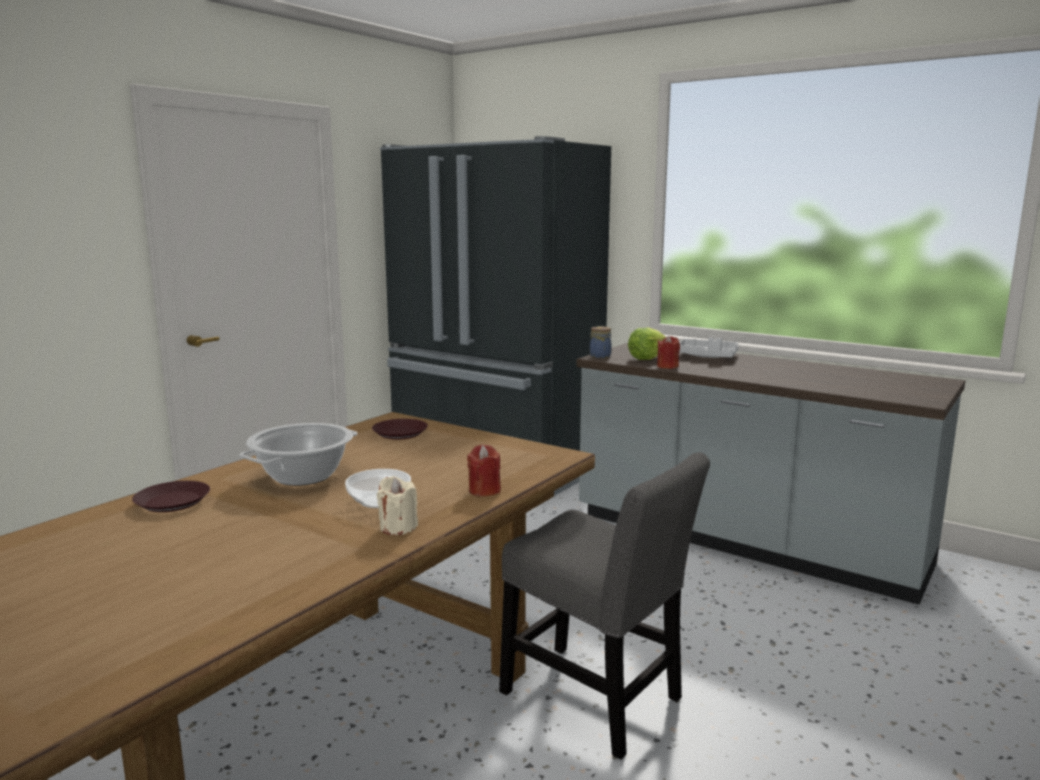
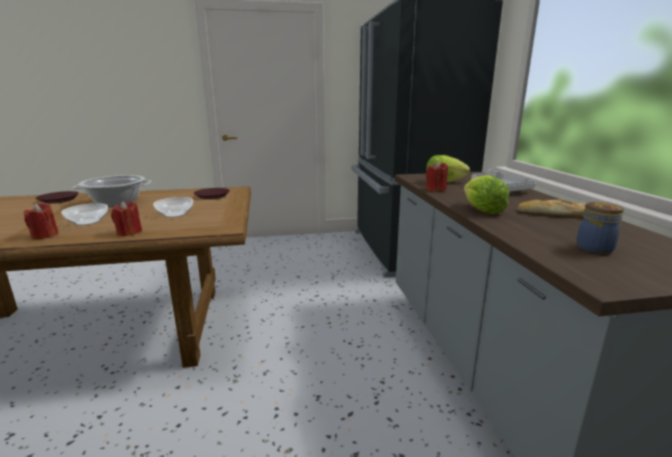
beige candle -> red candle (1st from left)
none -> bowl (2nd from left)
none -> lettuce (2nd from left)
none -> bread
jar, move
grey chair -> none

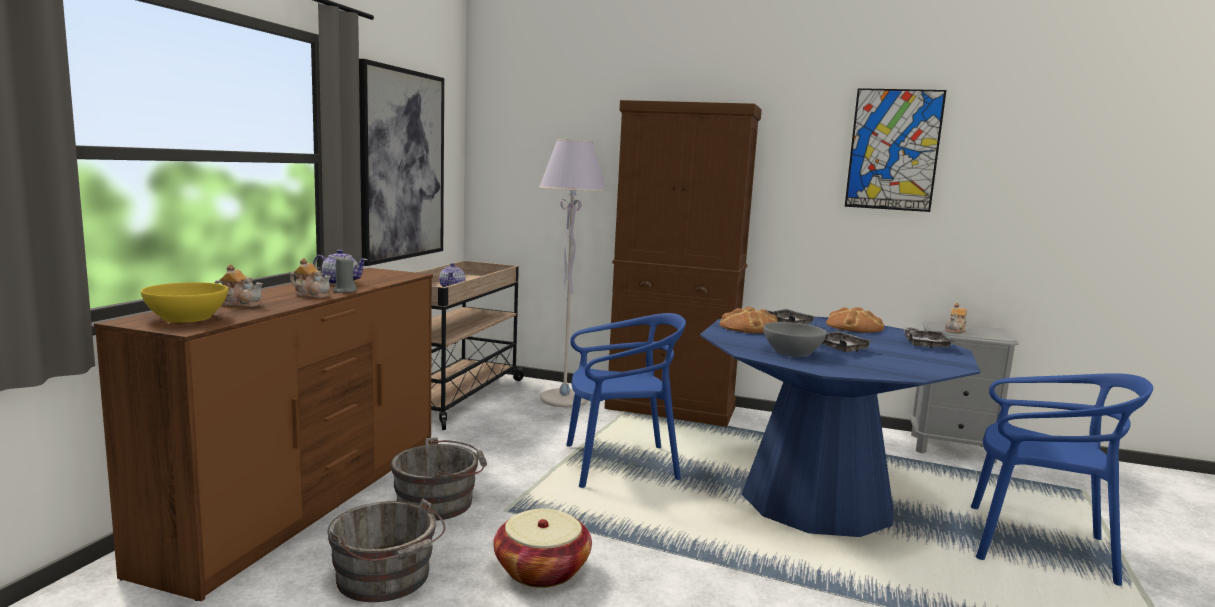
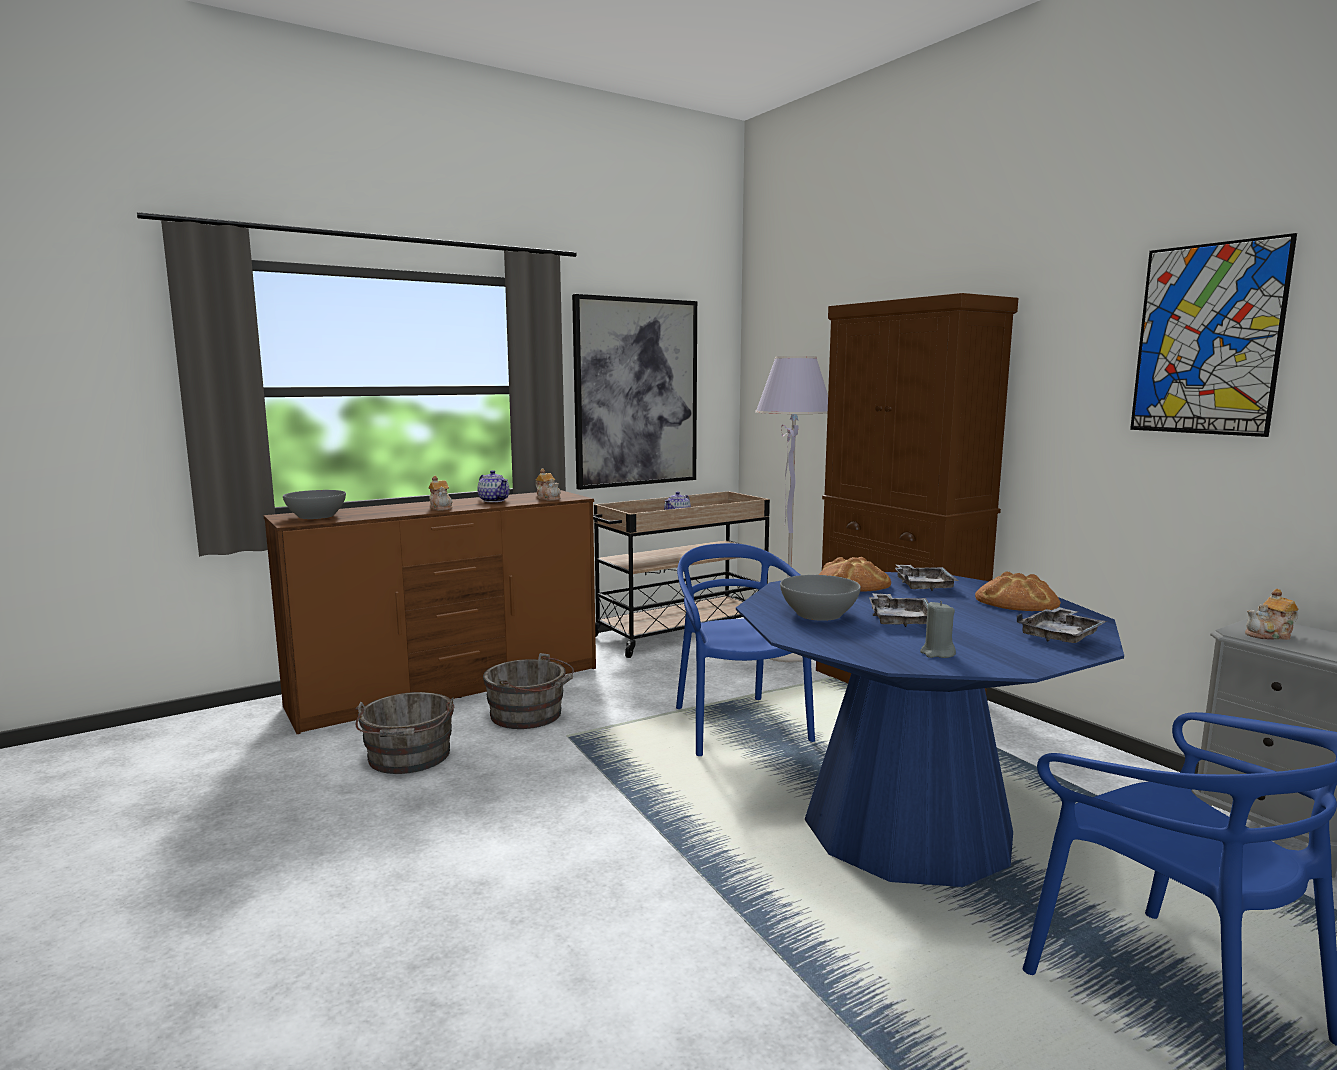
yellow bowl -> grey bowl (1st from left)
teapot (1st from left in the first image) -> teapot (3rd from left), move
blue chair (1st from left), 135 degrees counterclockwise
grey candle, move
basket -> none

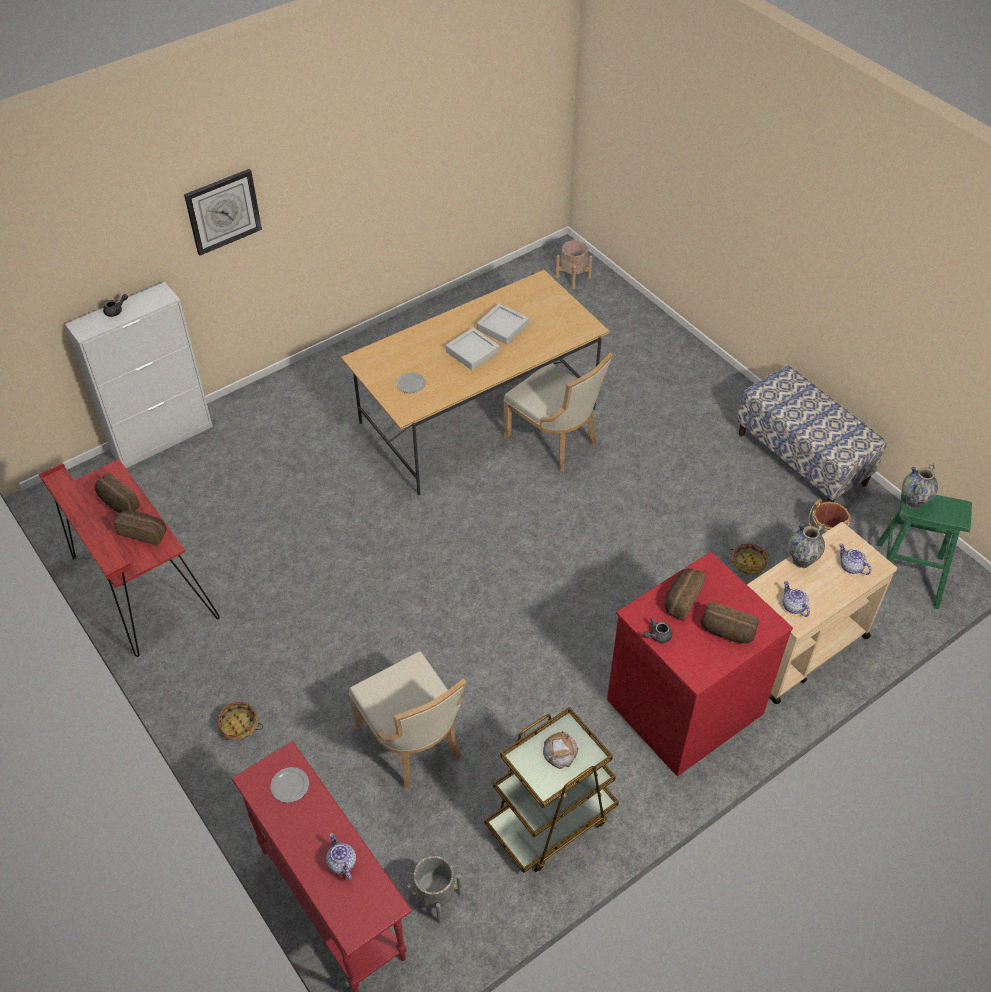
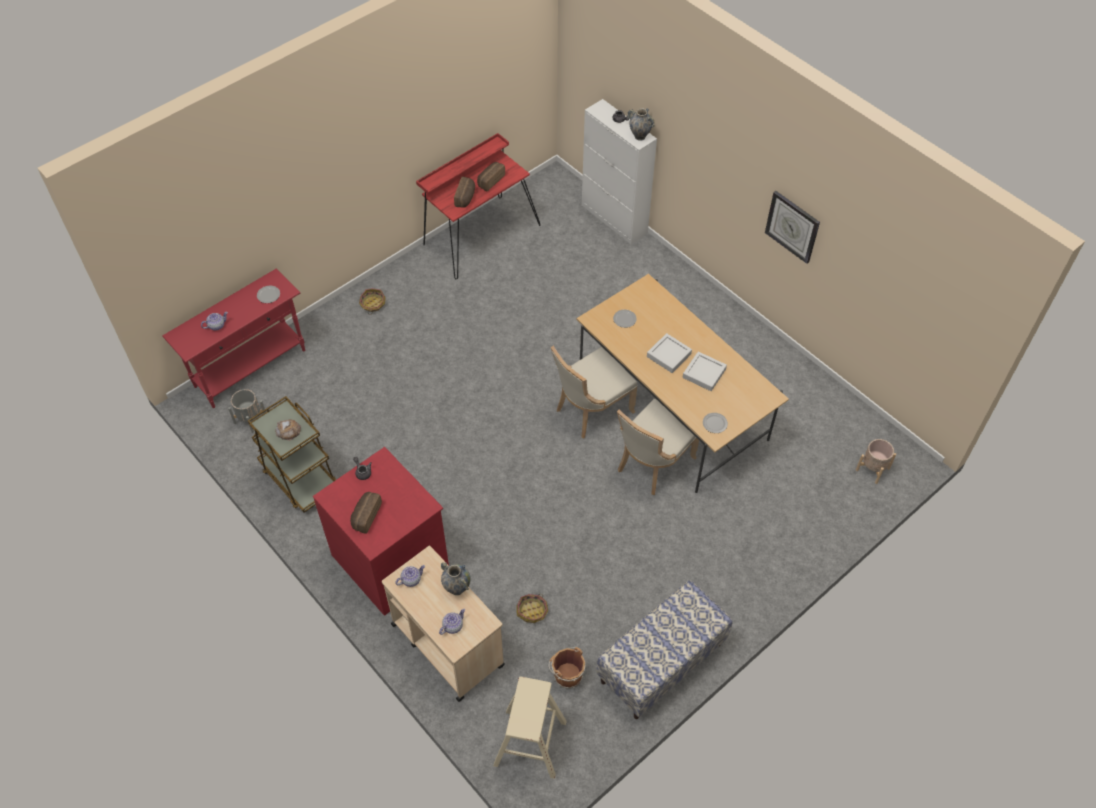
green stool -> beige stool
beige chair (1st from left), move
vase (2nd from left), move
none -> plate (3rd from left)
wall clock, move
bread (4th from left) -> none

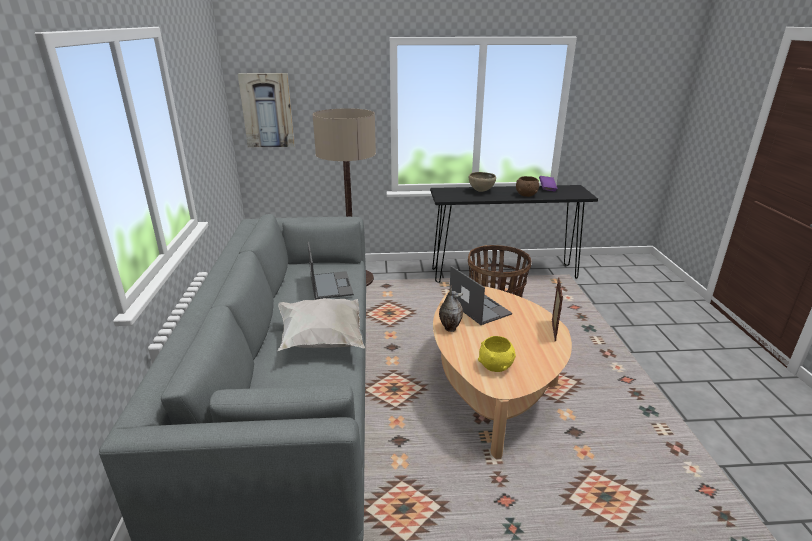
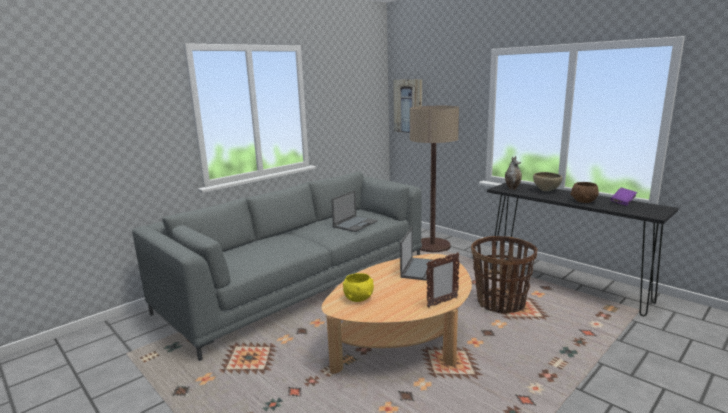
vase, move
white pillow -> none

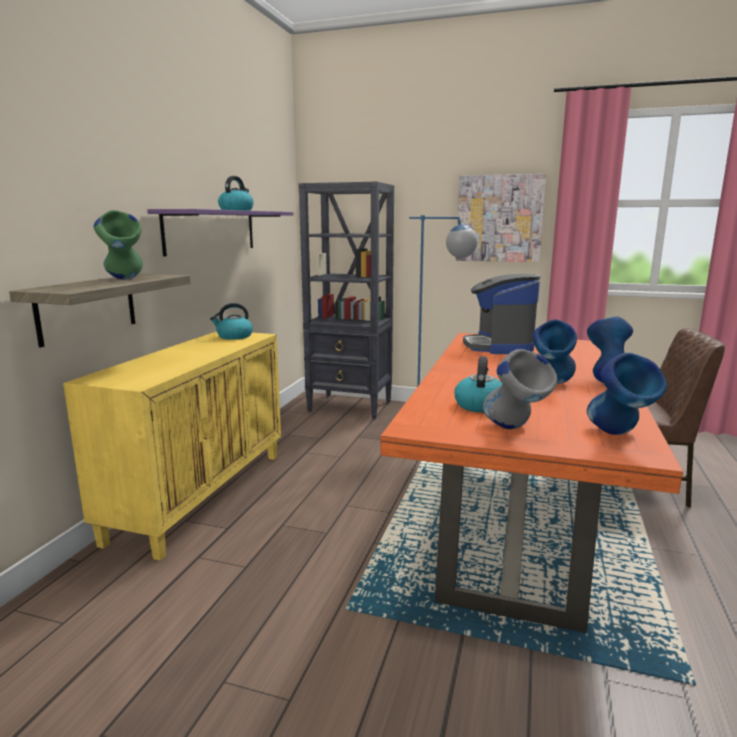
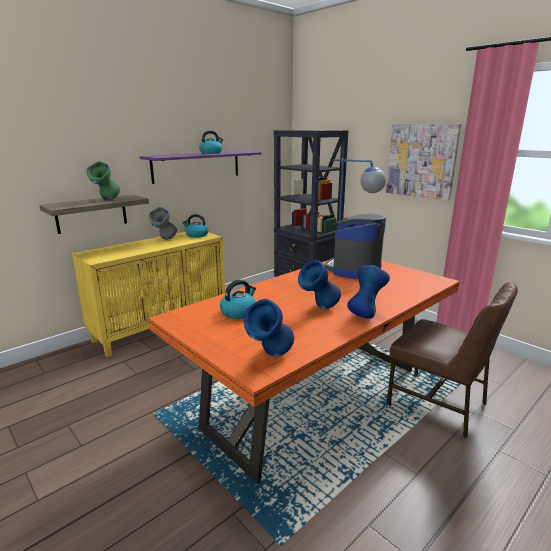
grey vase, move

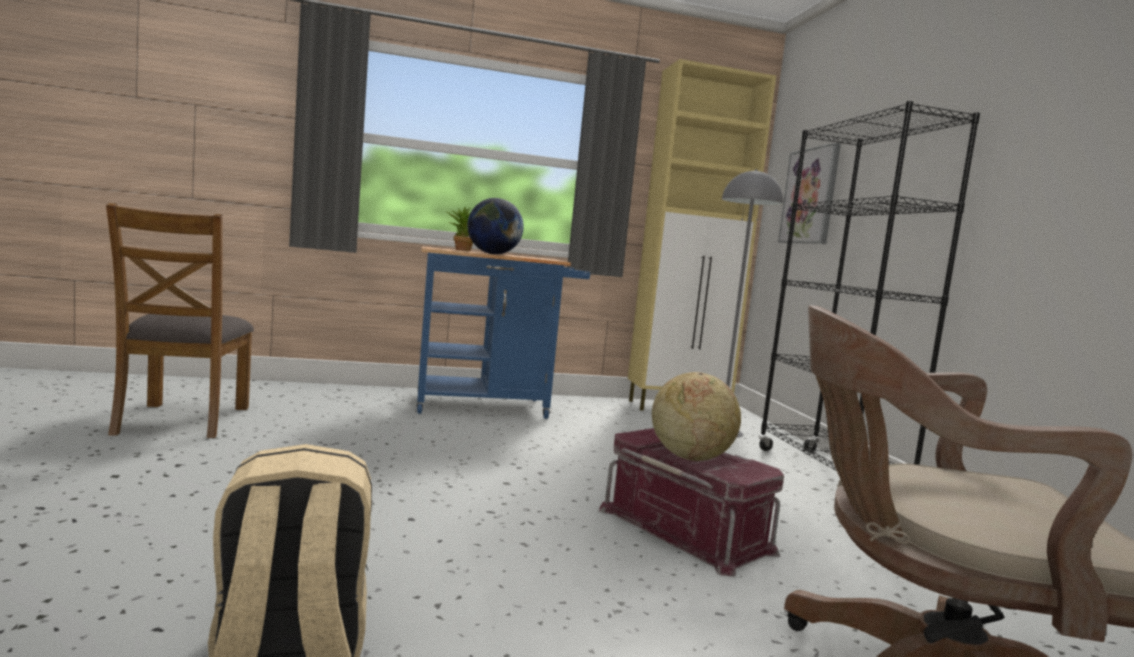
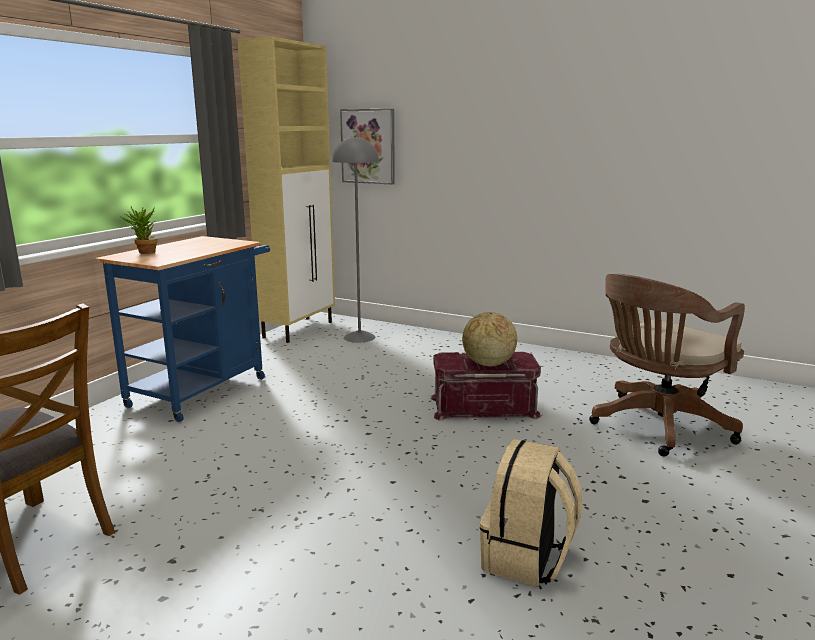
globe (1st from left) -> none
black bookcase -> none

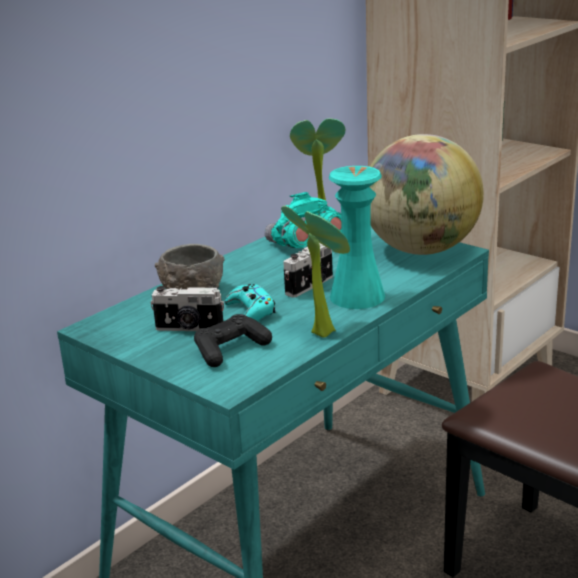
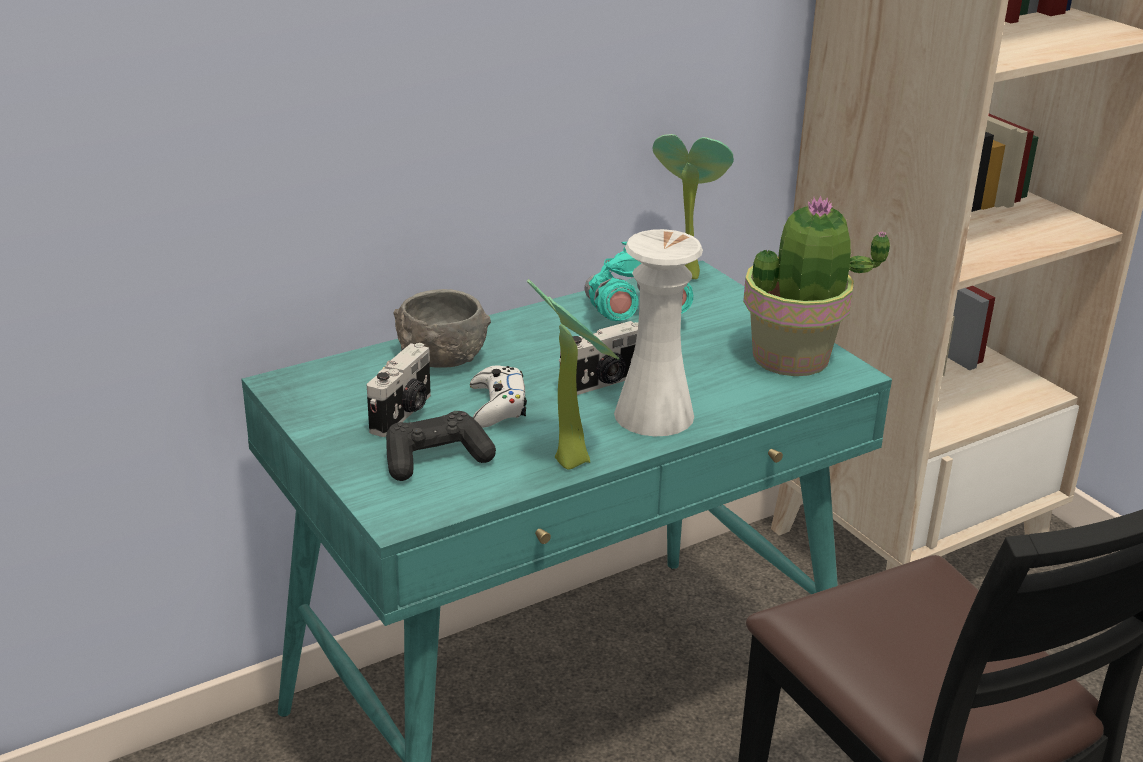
photo camera (1st from left), 90 degrees counterclockwise
turquoise game controller -> white game controller
turquoise vase -> white vase
globe -> potted plant (3rd from left)

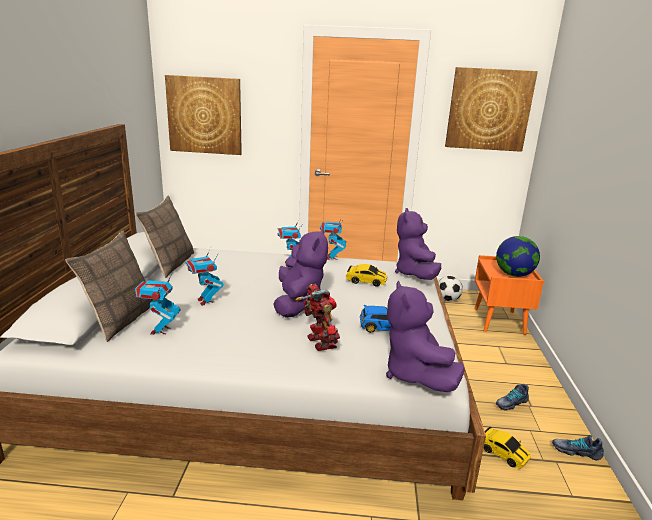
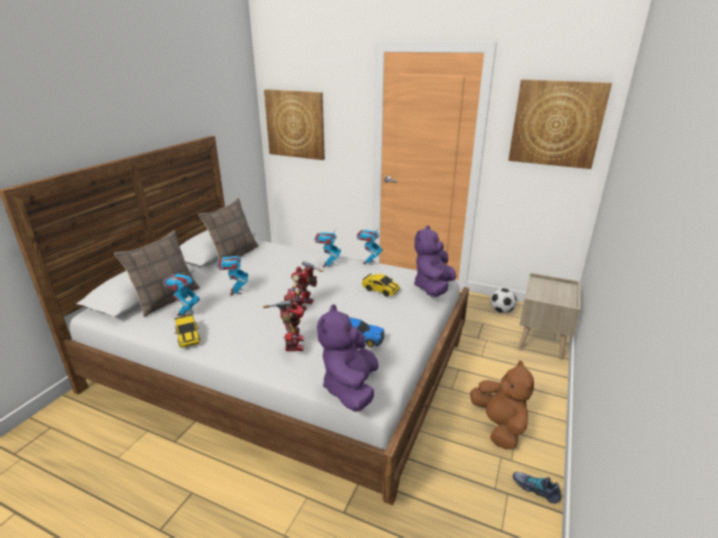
toy car (3rd from left in the first image) -> toy car (1st from left), move
purple plush toy (1st from left) -> toy robot (4th from left)
shoe (1st from left) -> brown plush toy
orange nightstand -> beige nightstand
globe -> none

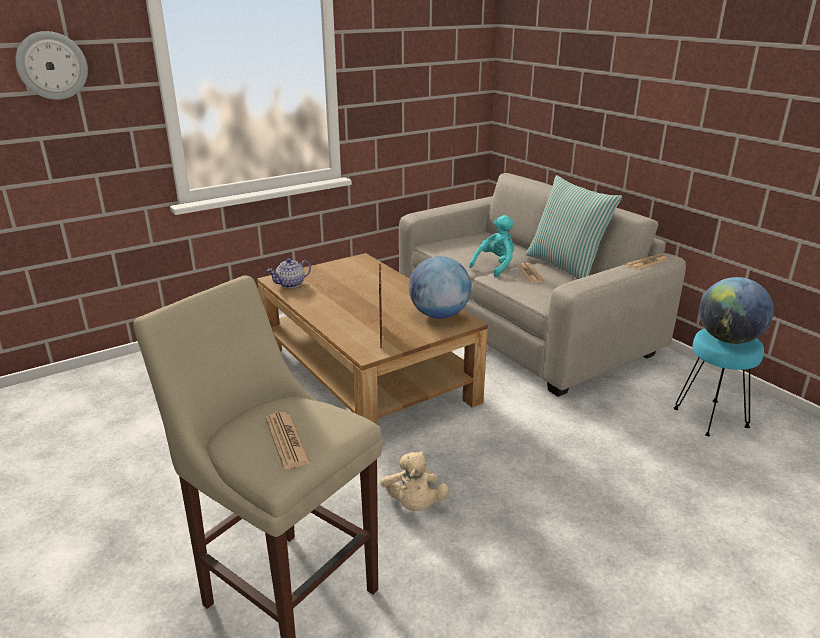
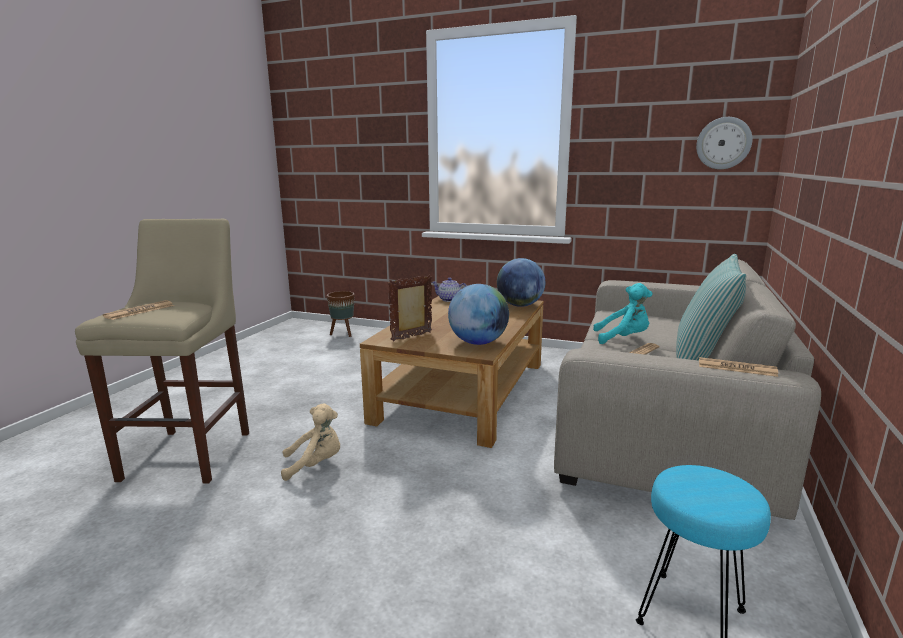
beige plush toy, 150 degrees counterclockwise
none -> brown planter
globe (2nd from left), move
wall clock, move

